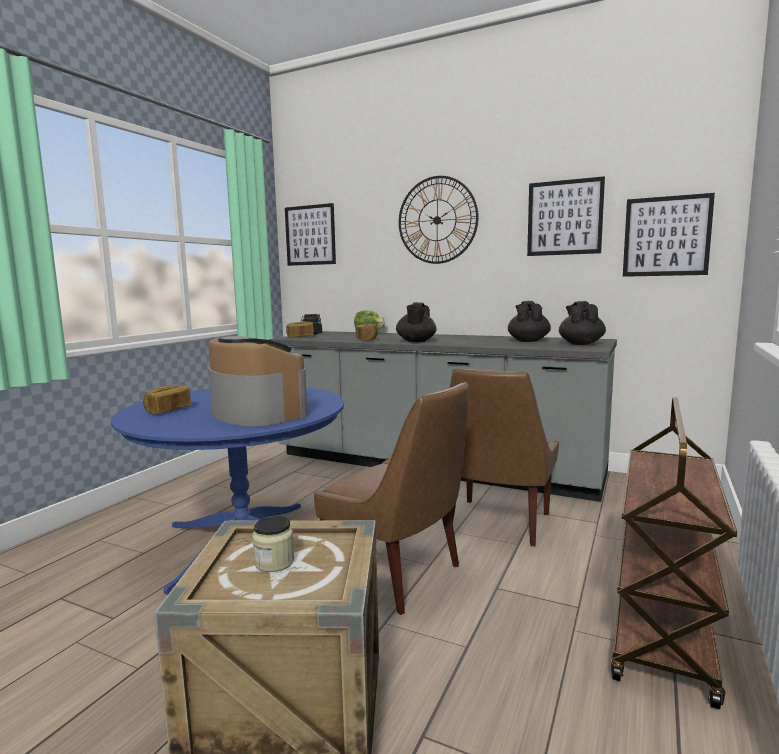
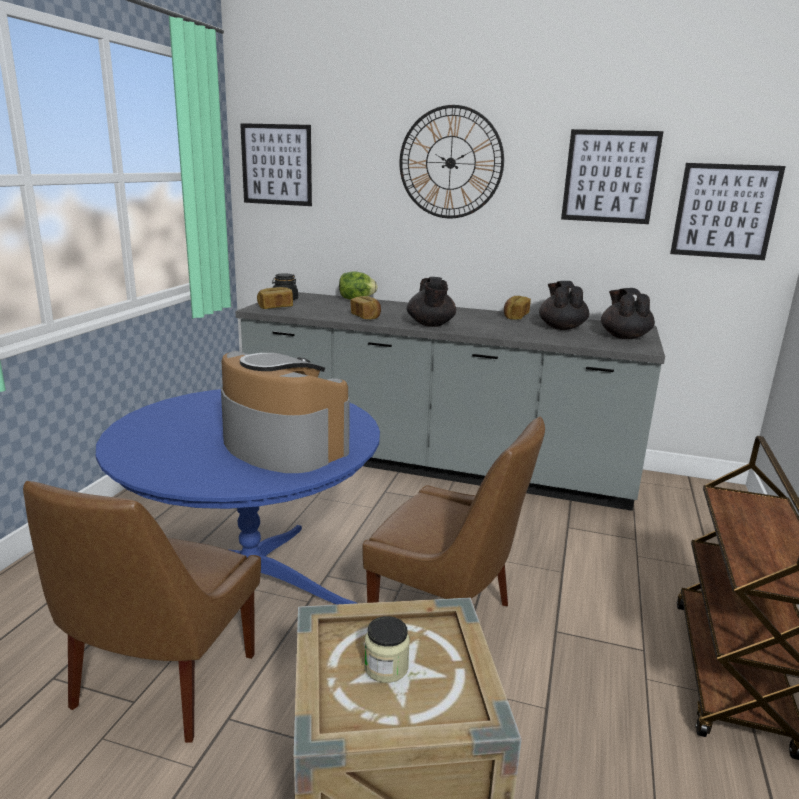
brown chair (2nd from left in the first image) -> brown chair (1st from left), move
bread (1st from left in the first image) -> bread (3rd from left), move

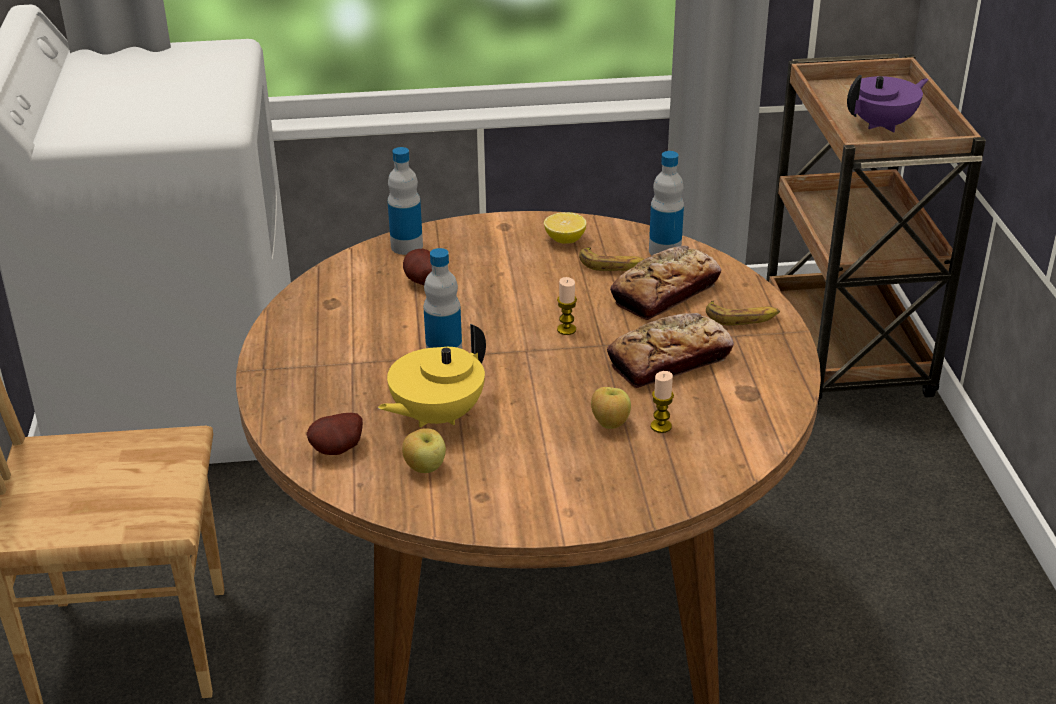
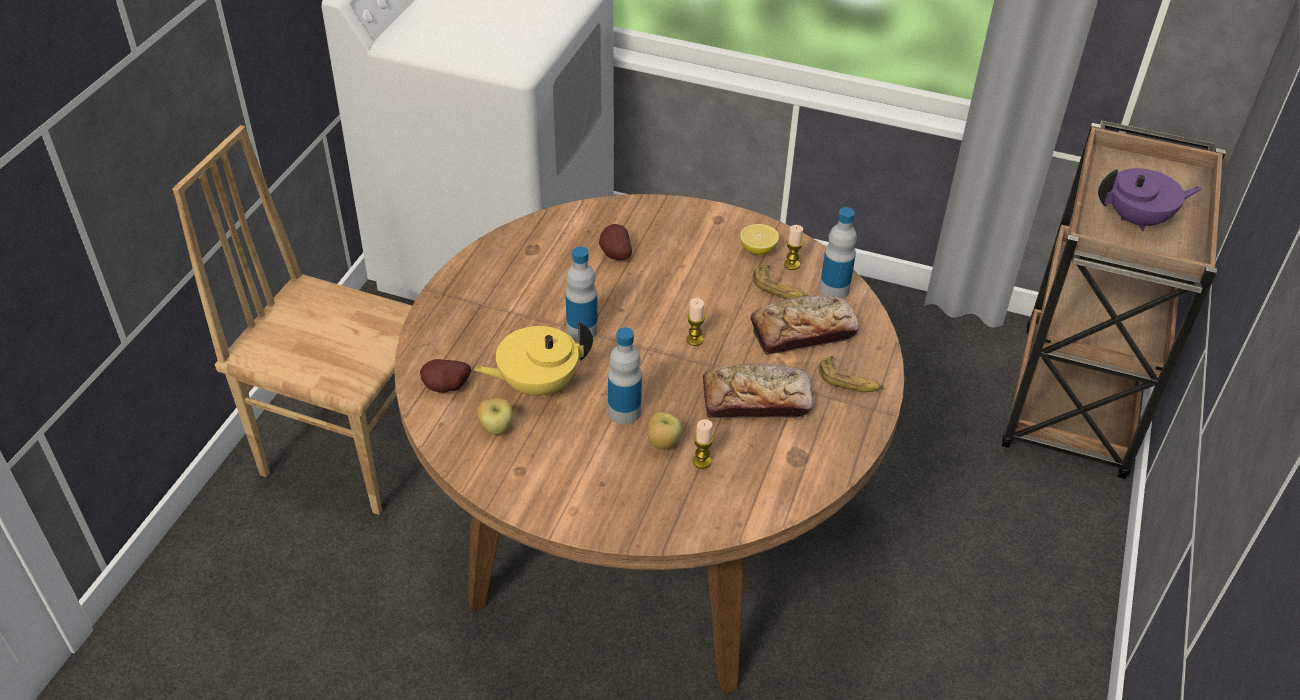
bottle (1st from left in the first image) -> bottle (2nd from left), move
none -> candle (3rd from left)

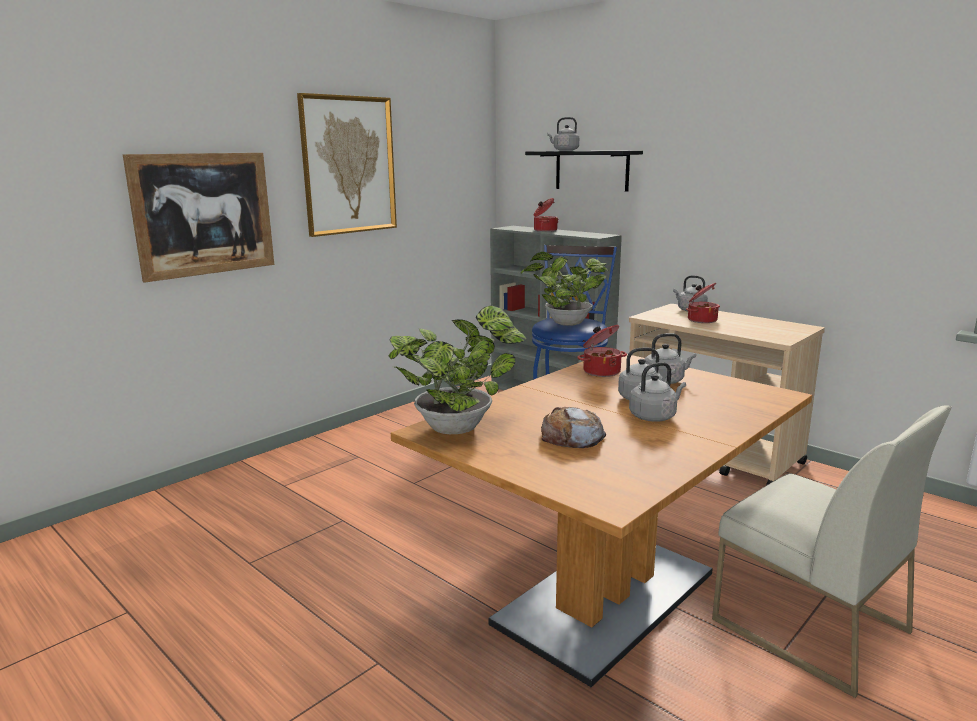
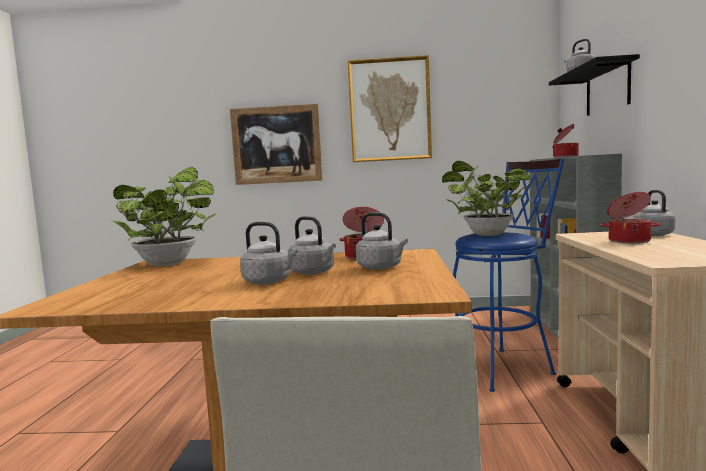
bread -> none

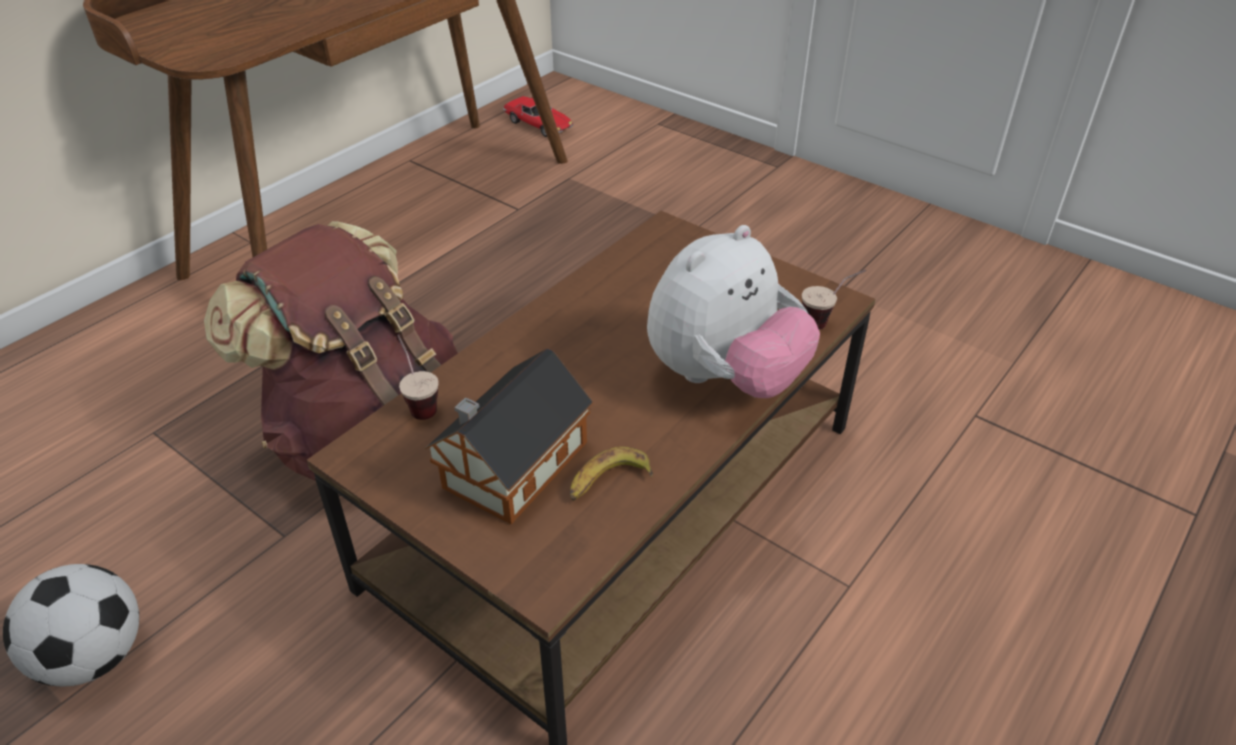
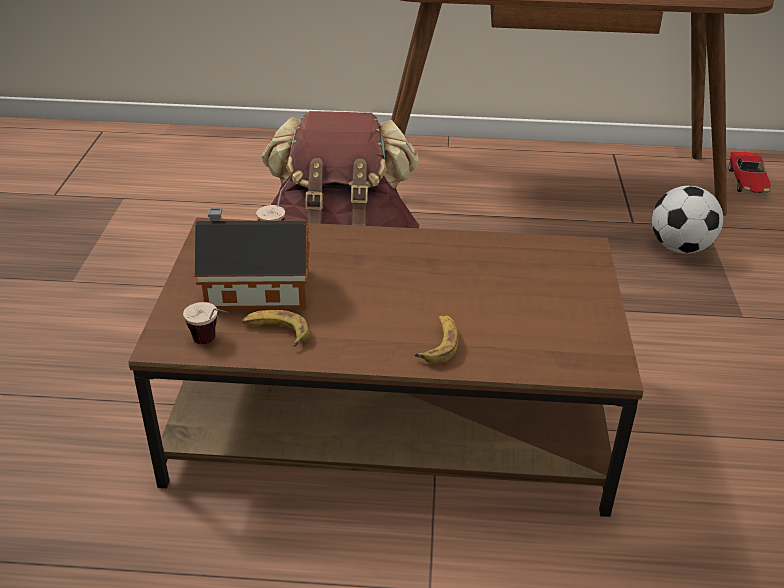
cup (2nd from left in the first image) -> cup (1st from left), move
plush toy -> banana (2nd from left)
football, move

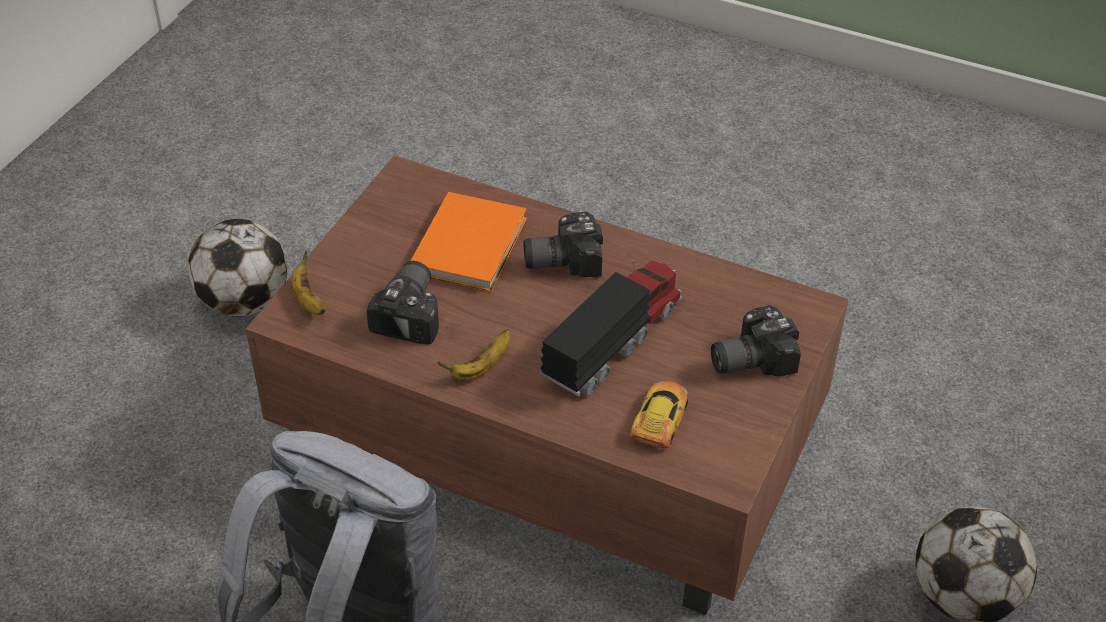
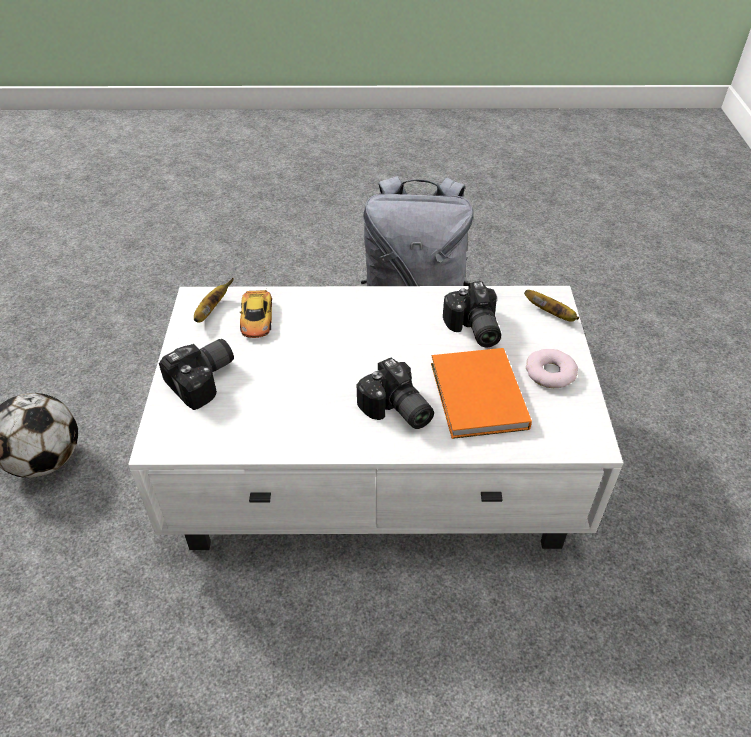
brown coffee table -> white coffee table
banana (2nd from left in the first image) -> banana (1st from left), move
photo camera (2nd from left), 90 degrees clockwise
none -> donut
football (1st from left) -> none
toy truck -> none

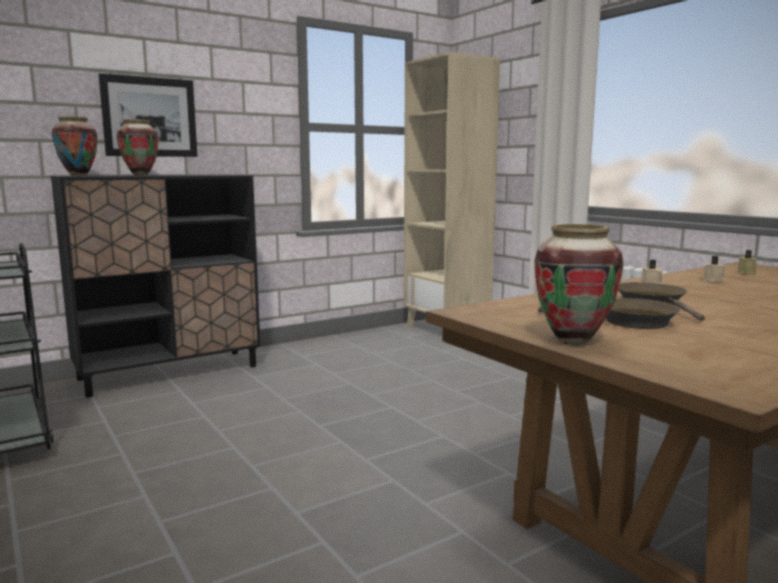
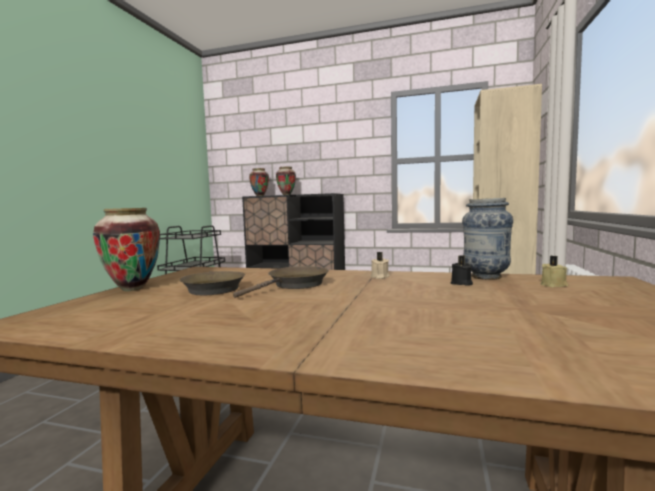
beige candle (2nd from left) -> black candle
none -> vase (4th from left)
picture -> none

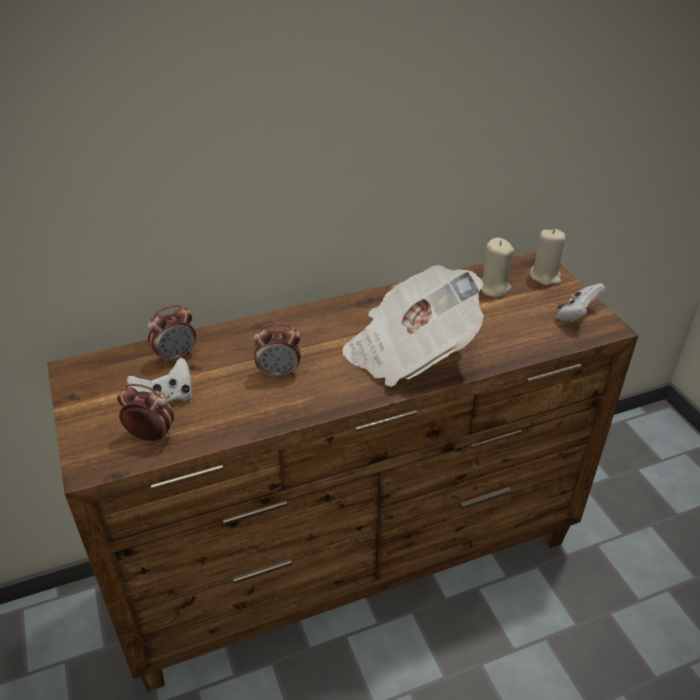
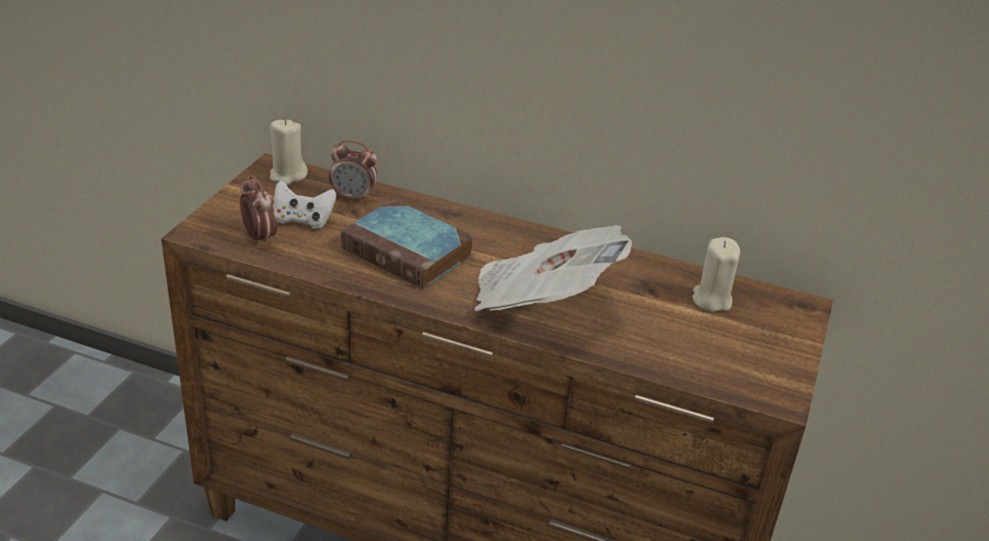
beige candle (2nd from left in the first image) -> beige candle (1st from left), move
alarm clock (3rd from left) -> book
white game controller (2nd from left) -> none

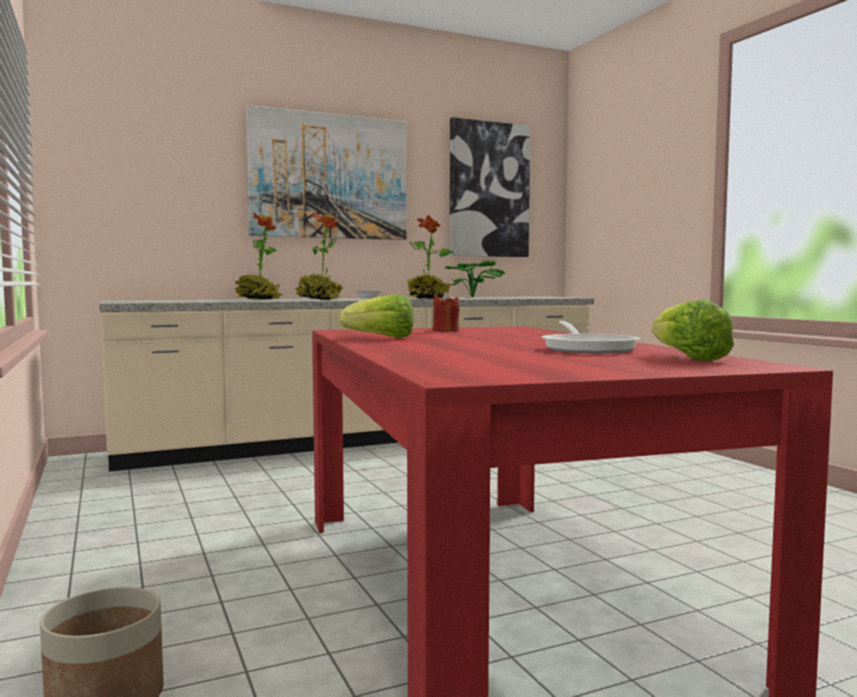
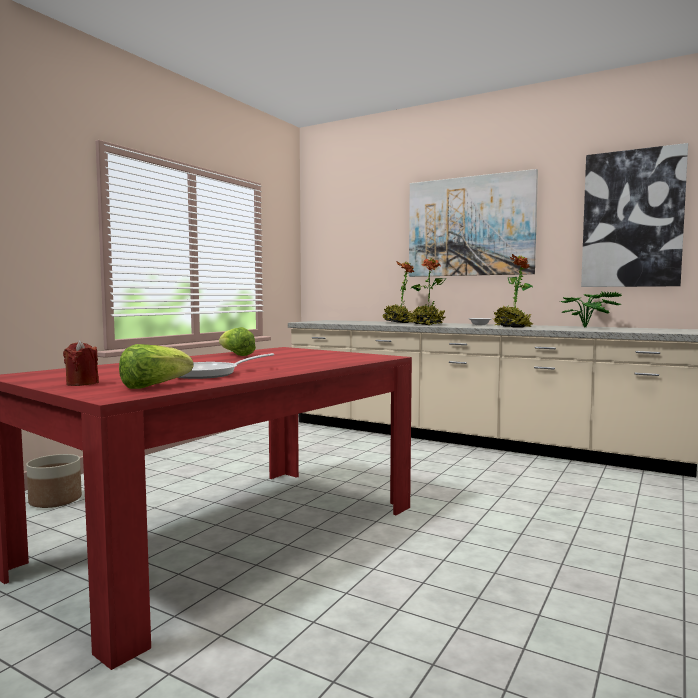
red candle, move

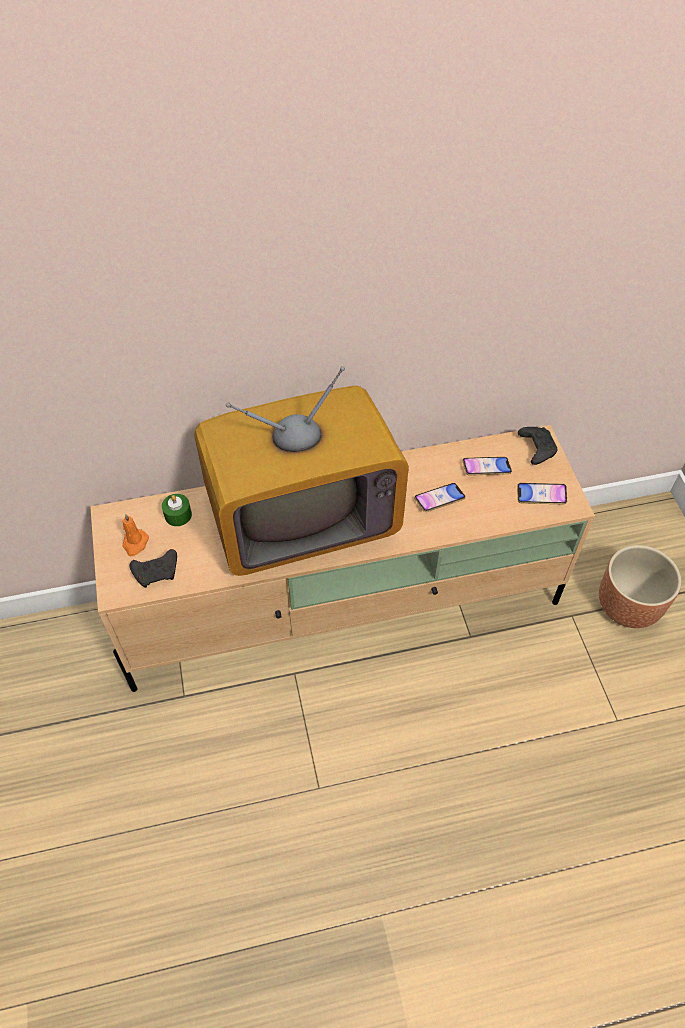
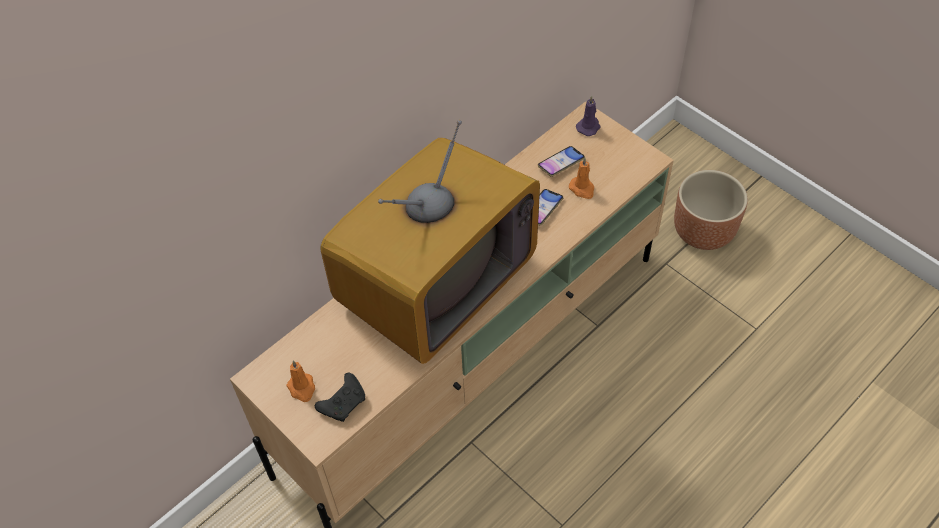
none -> orange candle (2nd from left)
black game controller (2nd from left) -> purple candle
green candle -> none
phone (3rd from left) -> none

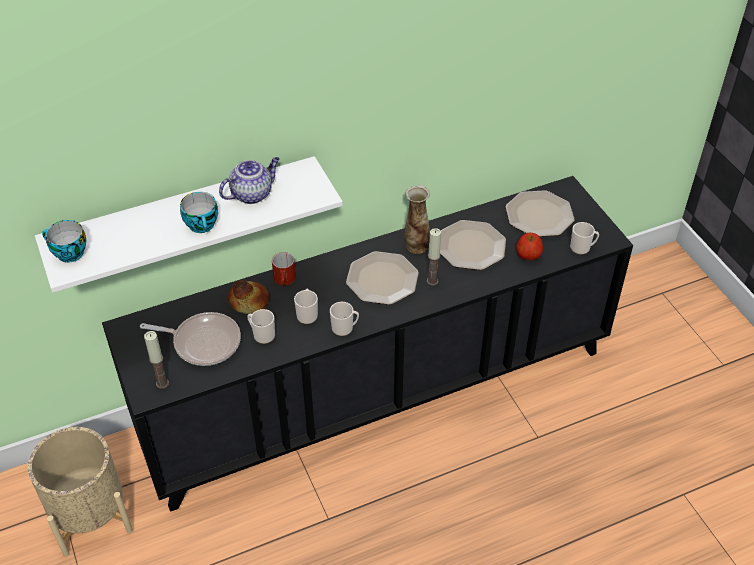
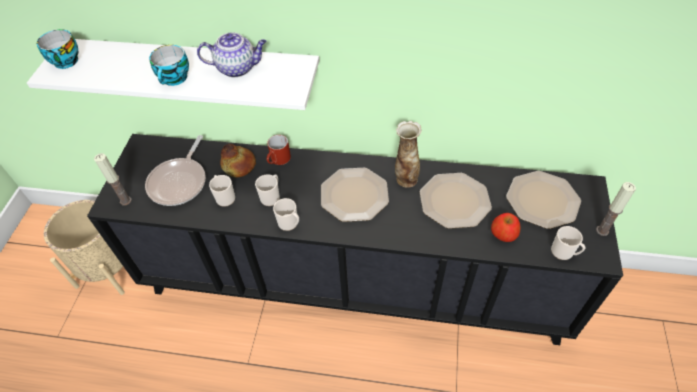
frying pan, 60 degrees clockwise
candle (2nd from left), move

